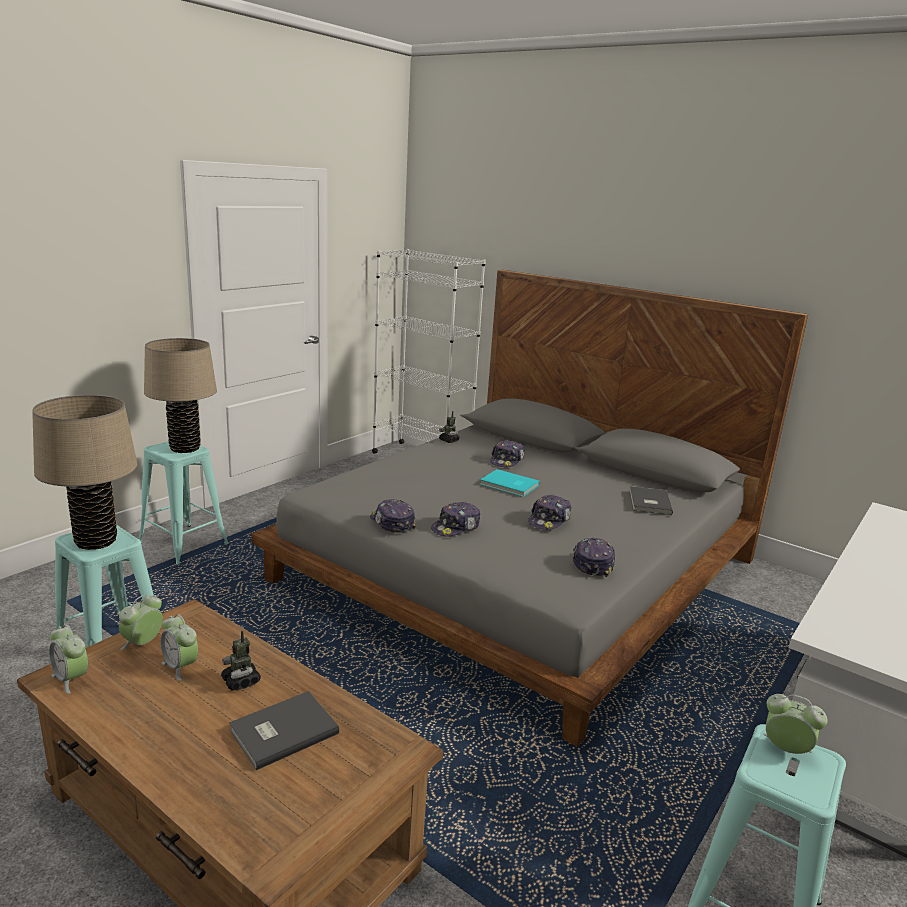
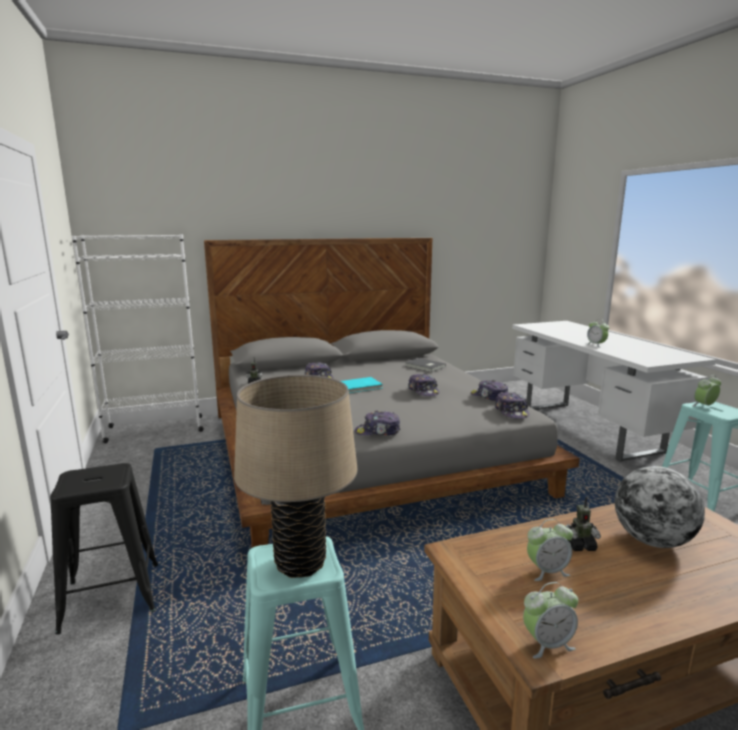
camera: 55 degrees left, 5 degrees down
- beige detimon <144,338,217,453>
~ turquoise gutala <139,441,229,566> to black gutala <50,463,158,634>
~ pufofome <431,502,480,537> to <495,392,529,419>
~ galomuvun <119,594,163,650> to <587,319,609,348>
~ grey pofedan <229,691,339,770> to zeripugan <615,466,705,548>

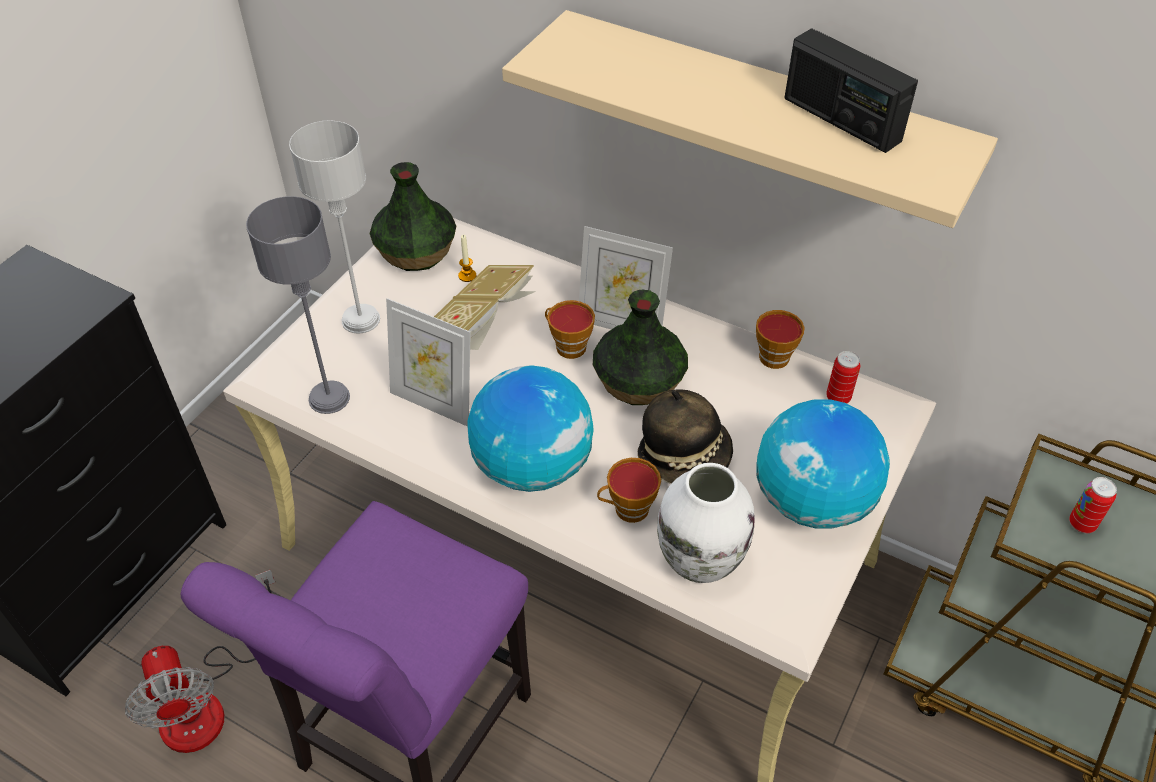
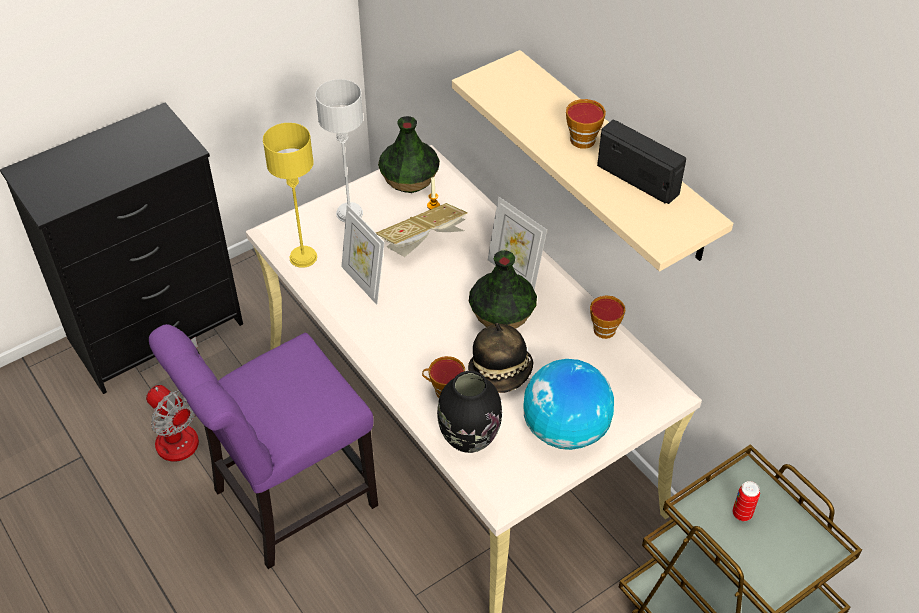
camera: 25 degrees right, 0 degrees up
~ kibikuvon <784,29,918,153> = <597,119,686,204> 150 degrees clockwise
~ grey detimon <246,196,350,414> to yellow detimon <263,123,317,268>
~ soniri <545,300,595,359> to <566,99,606,149>
- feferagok <826,351,860,404>
- zeripugan <468,365,594,492>
~ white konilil <657,463,754,583> to black konilil <437,371,502,453>
~ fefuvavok <125,569,275,753> = <146,337,200,462> 45 degrees counterclockwise

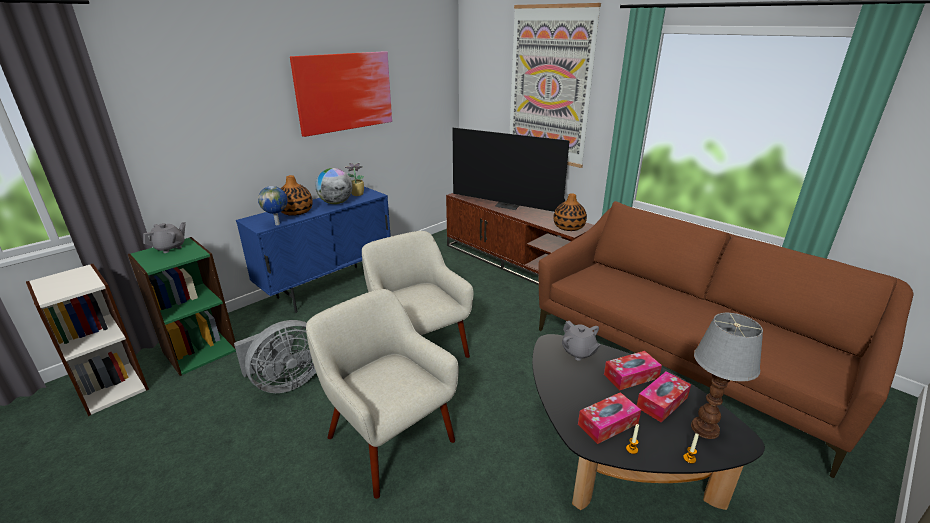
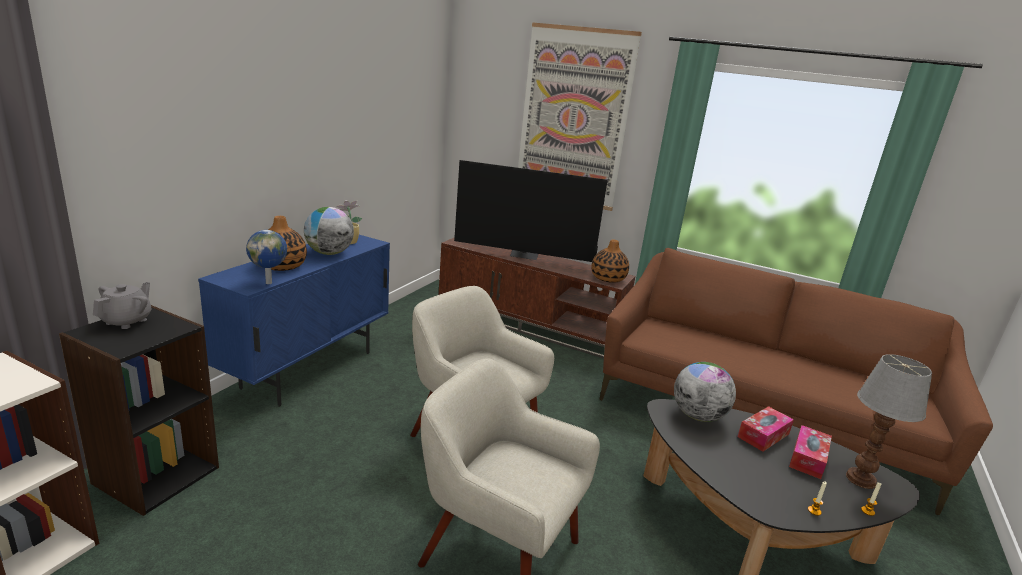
camera: 20 degrees left, 5 degrees down
- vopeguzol <290,51,392,137>
~ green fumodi <128,237,236,376> to black fumodi <59,305,219,516>
- grey fefuvavok <234,320,316,393>
~ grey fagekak <562,321,600,361> to zeripugan <674,362,736,422>
- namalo <578,392,641,444>

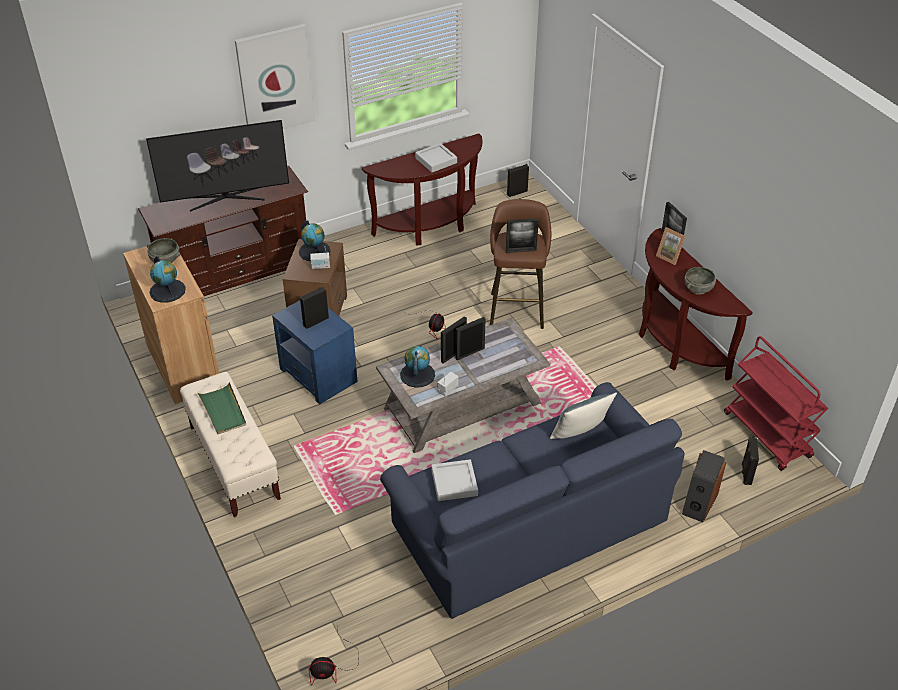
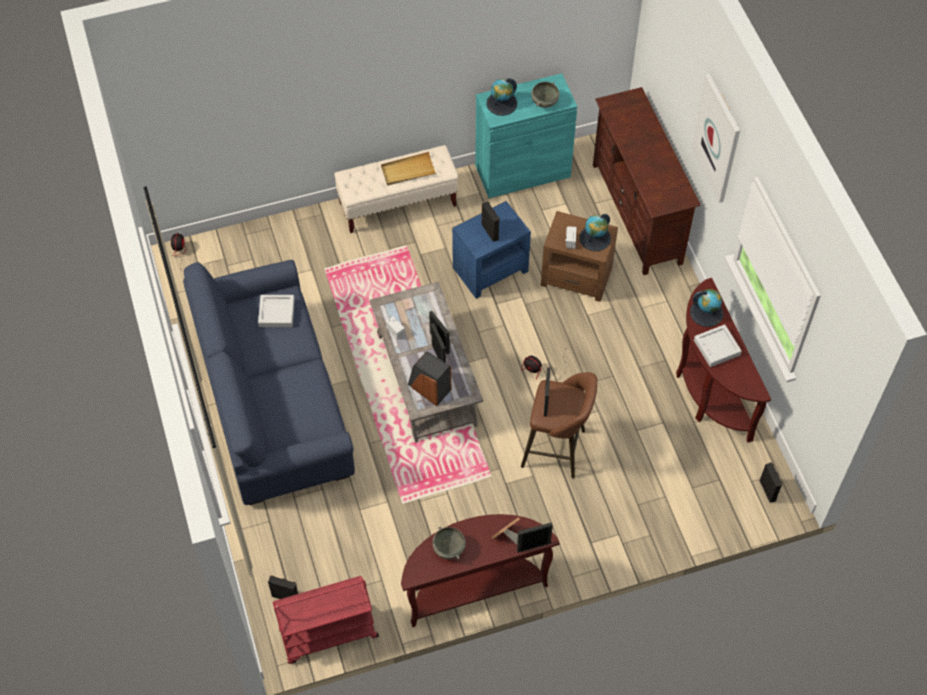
camera: 100 degrees right, 15 degrees up
- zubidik <146,120,289,211>
~ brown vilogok <123,246,219,404> to turquoise vilogok <475,73,577,198>
~ zeripugan <400,346,435,388> to <690,289,723,327>
~ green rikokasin <197,382,246,434> to beige rikokasin <381,152,436,185>
- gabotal <550,392,617,439>
~ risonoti <682,450,726,522> to <408,352,452,406>

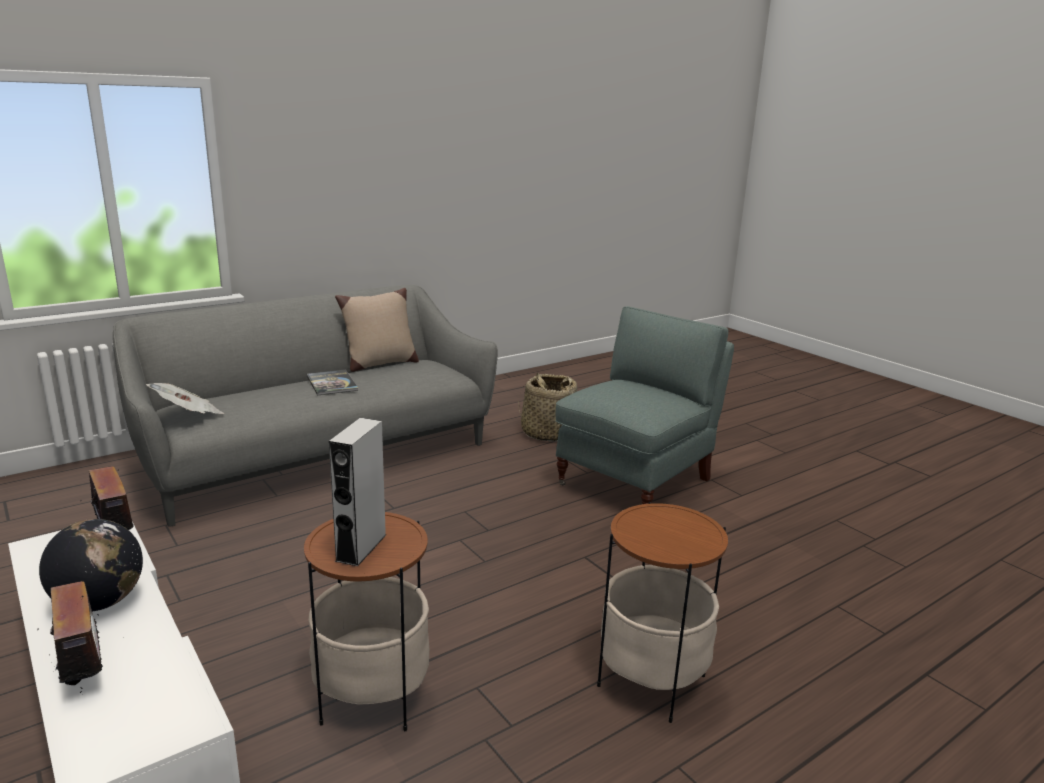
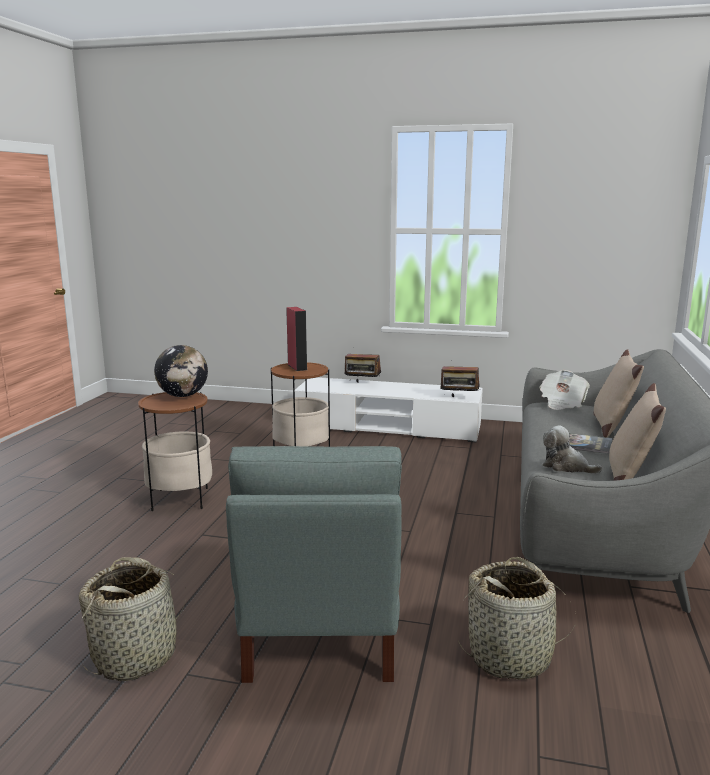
camera: 140 degrees right, 5 degrees down
~ grey risonoti <329,418,386,566> to red risonoti <286,307,307,371>
~ zeripugan <39,519,143,611> to <154,345,208,397>
+ beige gabotal <594,349,644,438>
+ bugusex <542,425,603,474>
+ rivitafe <79,557,186,681>

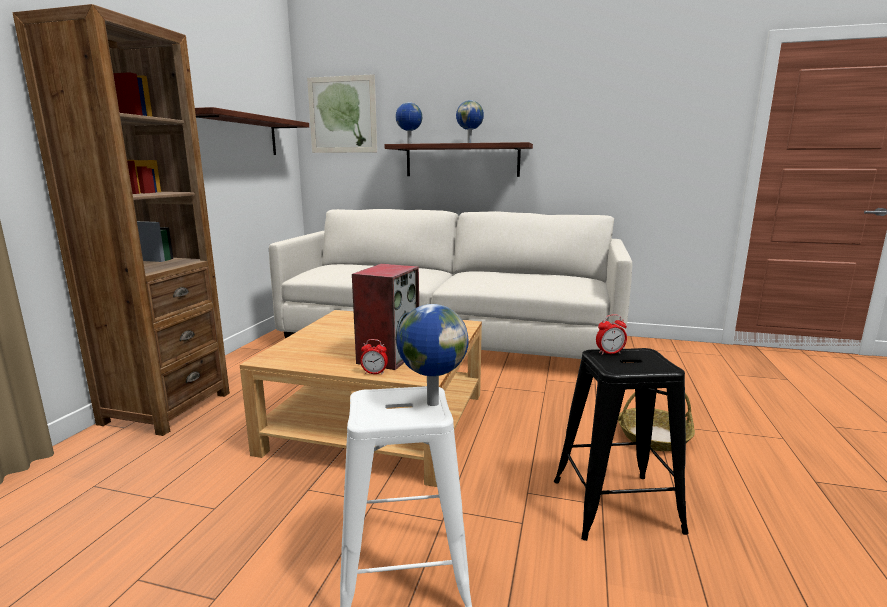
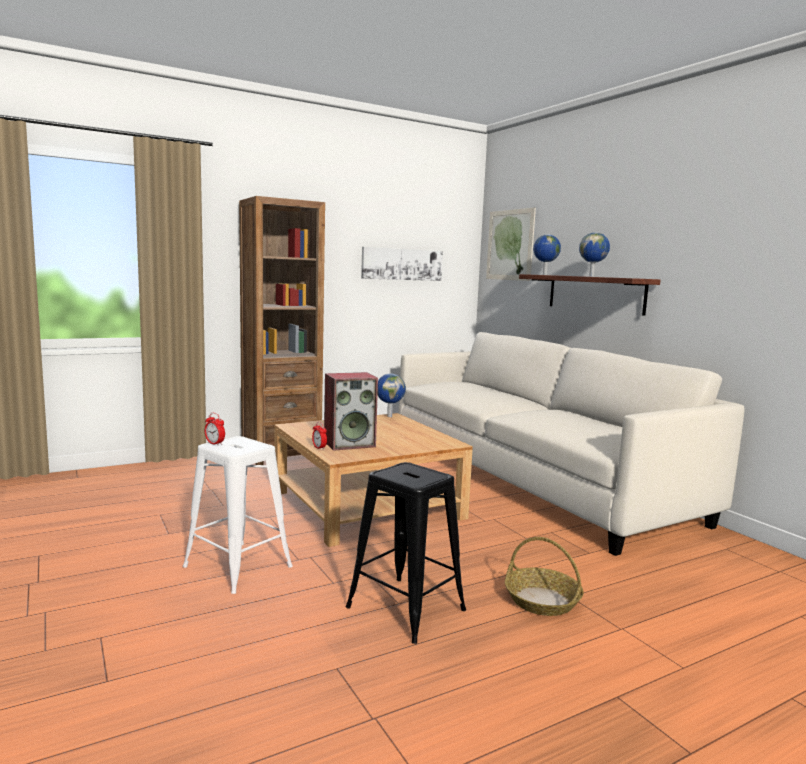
camera: 45 degrees right, 5 degrees down
~ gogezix <195,107,309,155> to vopeguzol <361,247,443,281>
~ zeripugan <397,304,469,406> to <378,373,406,417>
~ galomuvun <596,315,627,355> to <205,413,225,446>

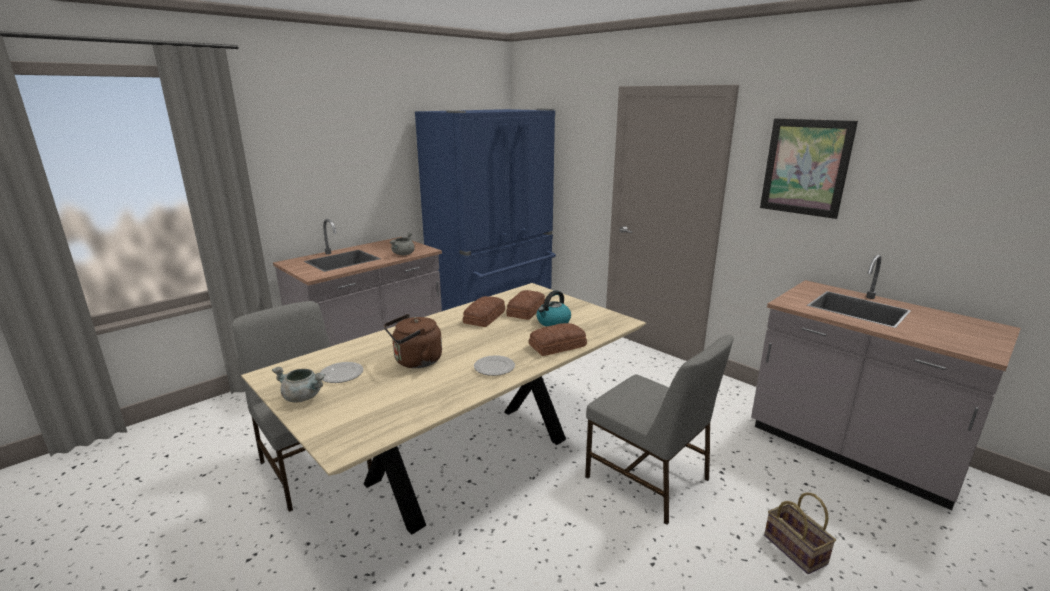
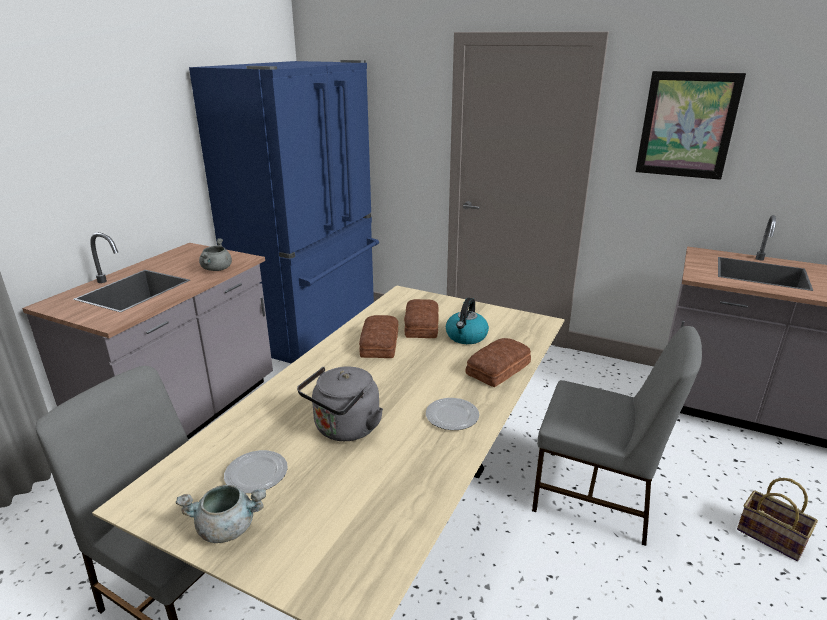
camera: 20 degrees left, 5 degrees up
~ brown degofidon <384,314,442,368> to grey degofidon <297,366,383,441>

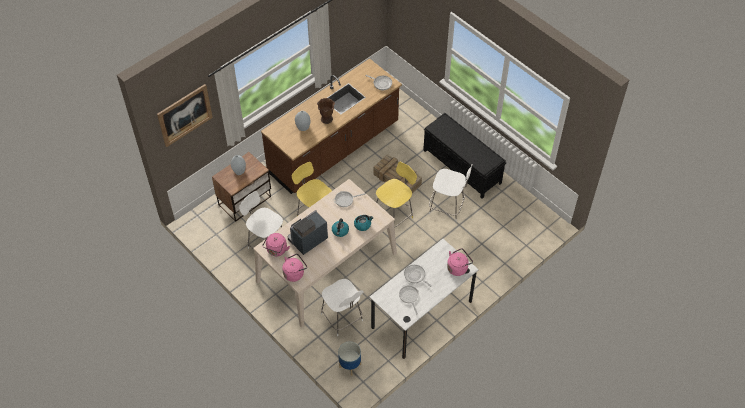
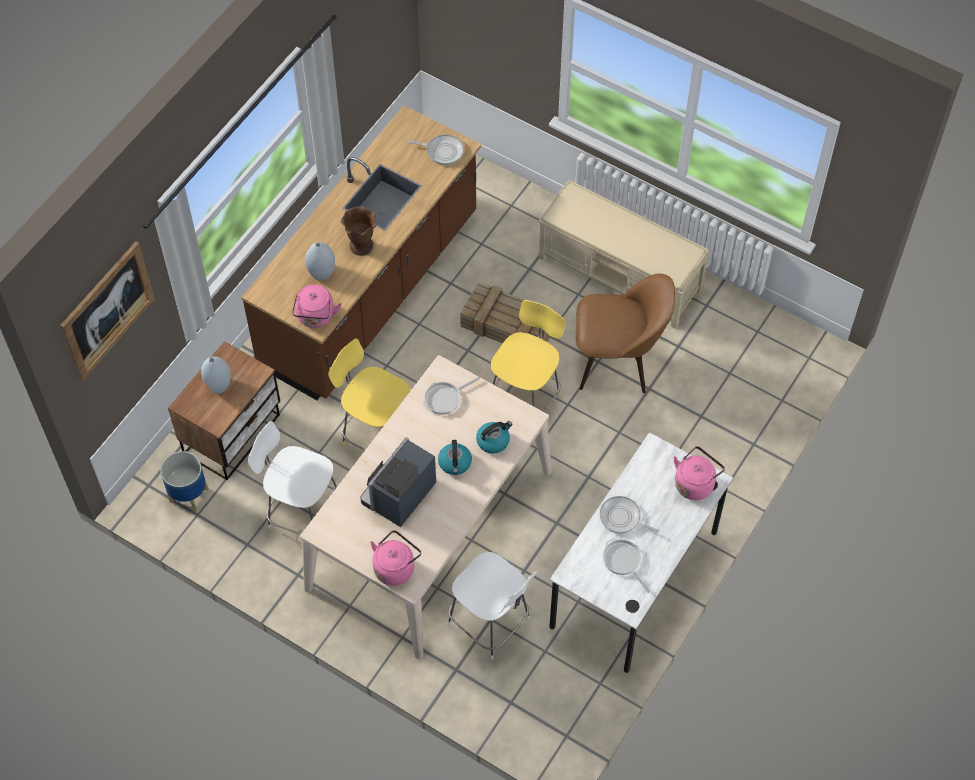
camera: 15 degrees left, 5 degrees up
~ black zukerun <423,113,506,199> to beige zukerun <538,180,710,329>
~ white gutala <429,164,473,221> to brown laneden <576,273,675,393>
~ pink degofidon <262,233,290,256> to <292,285,341,328>
~ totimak <338,341,361,376> to <161,451,208,512>

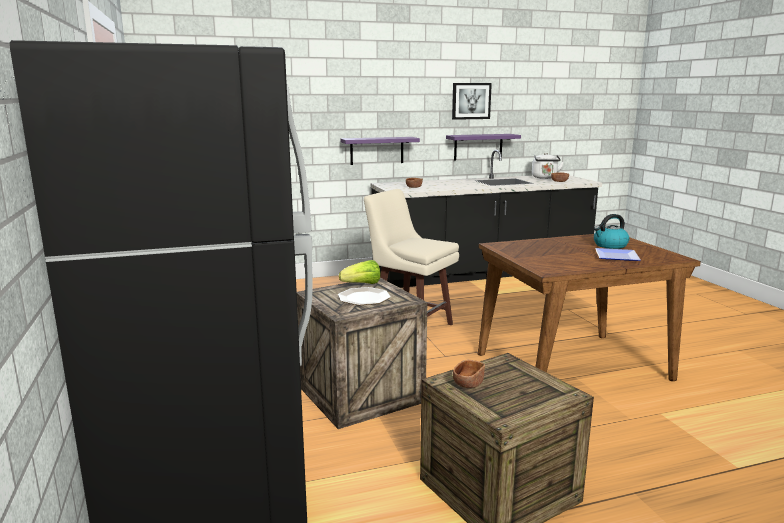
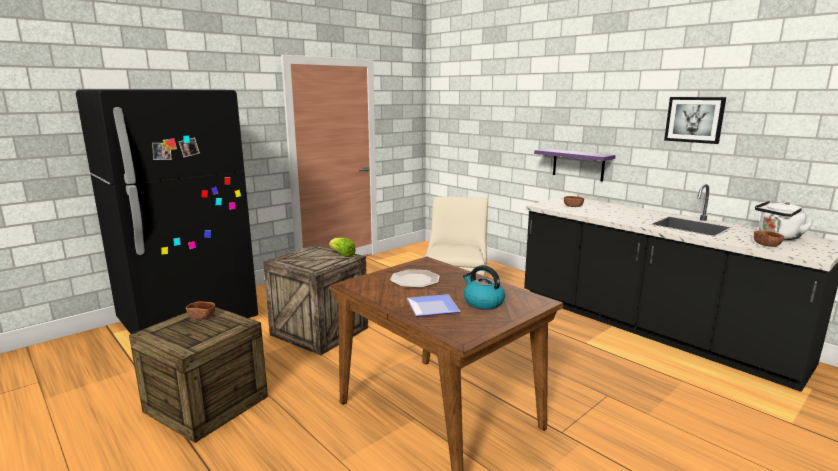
camera: 65 degrees right, 0 degrees up
- purple gogezix <446,134,521,160>
~ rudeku <338,287,391,305> to <390,269,439,288>

